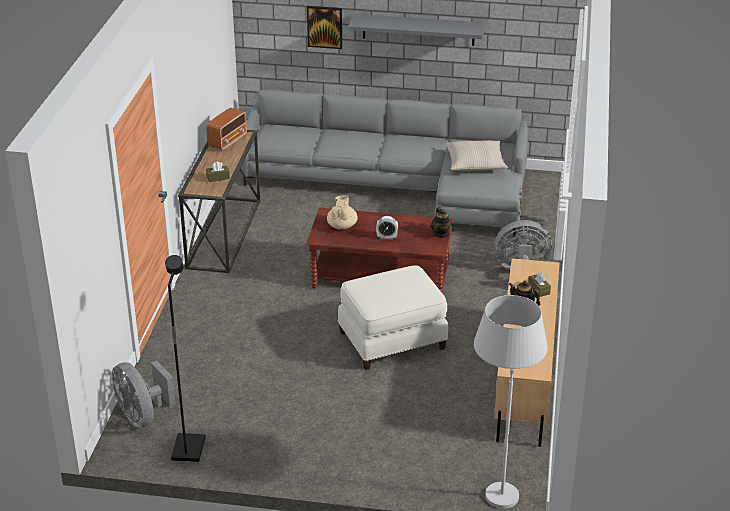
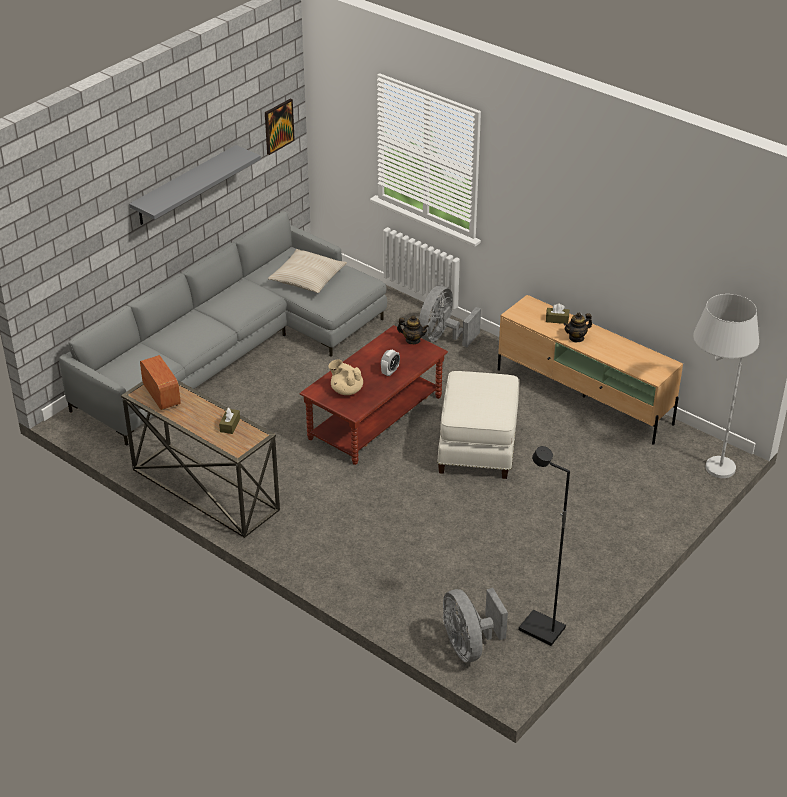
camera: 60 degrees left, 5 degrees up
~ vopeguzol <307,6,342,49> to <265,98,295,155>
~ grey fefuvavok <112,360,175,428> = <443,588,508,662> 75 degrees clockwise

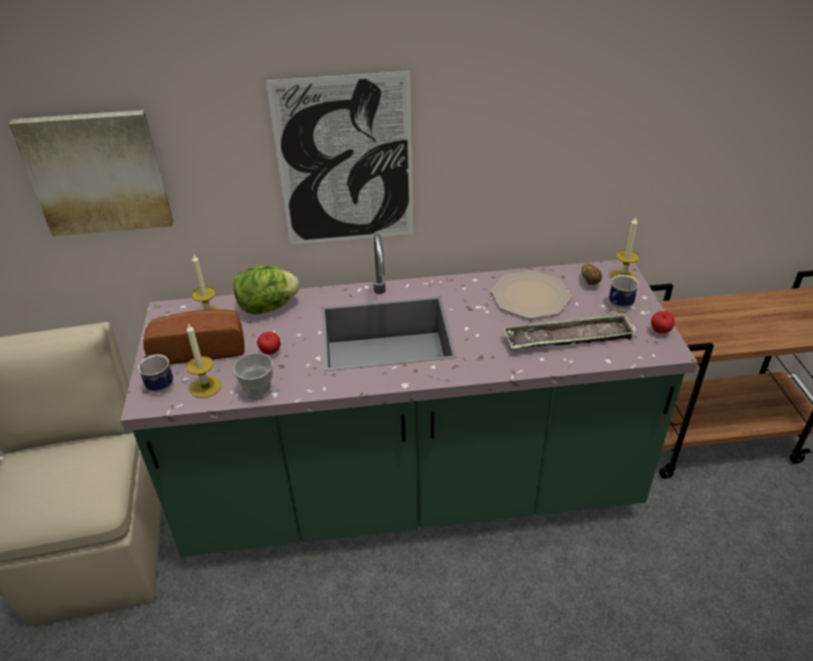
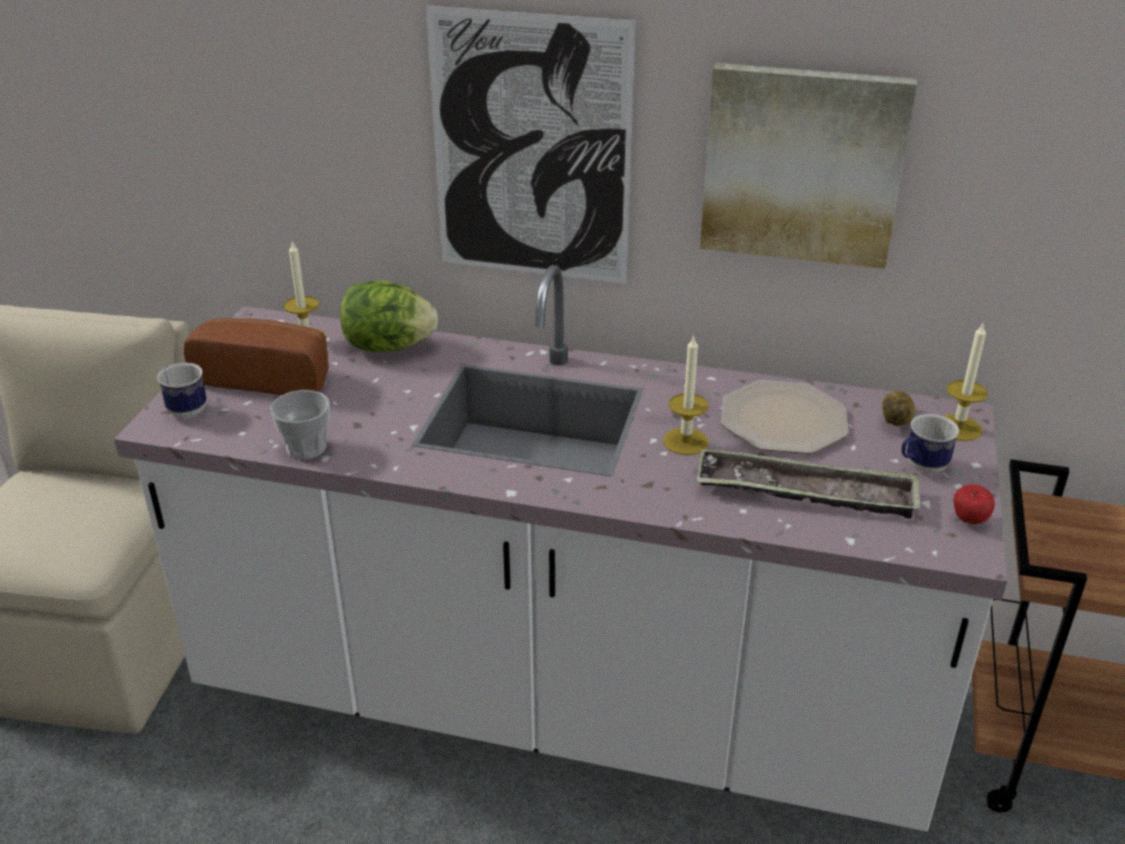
camera: 20 degrees right, 5 degrees down
~ vopeguzol <9,110,173,236> to <700,63,917,269>
~ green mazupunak <121,233,698,557> to white mazupunak <114,265,1007,831>
~ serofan <186,323,221,398> to <663,335,709,455>
- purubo <257,332,281,354>

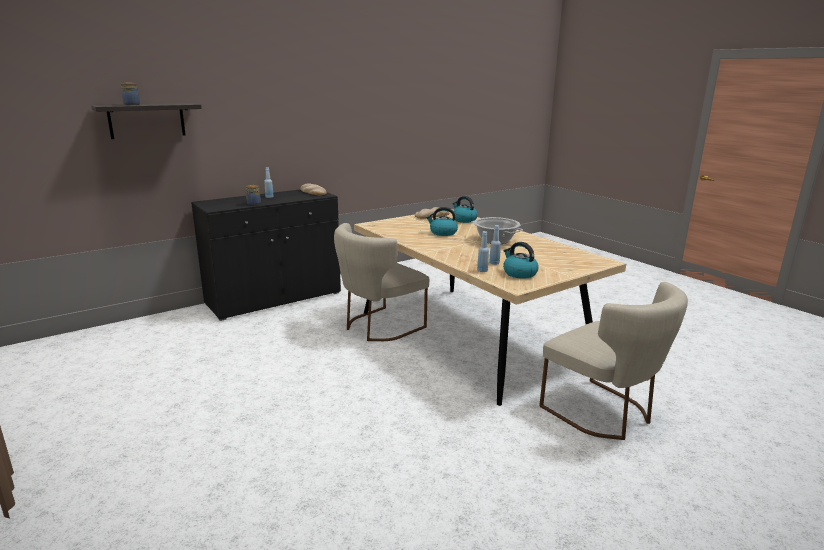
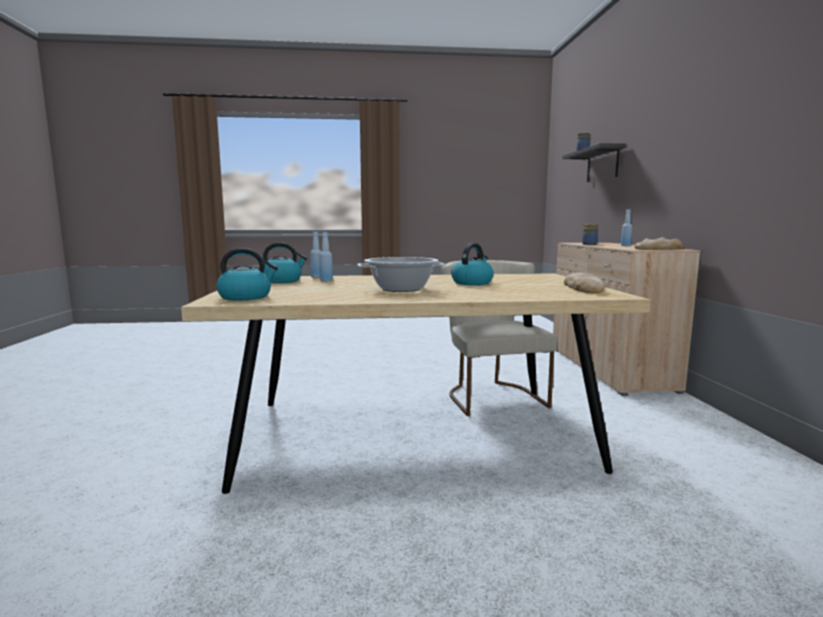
camera: 120 degrees right, 10 degrees down
~ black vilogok <191,190,341,321> to beige vilogok <553,243,701,396>
~ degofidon <453,196,478,223> to <216,248,278,301>
- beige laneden <539,282,688,440>

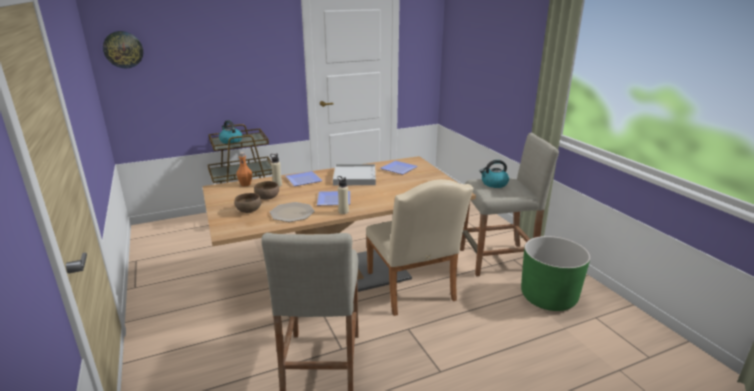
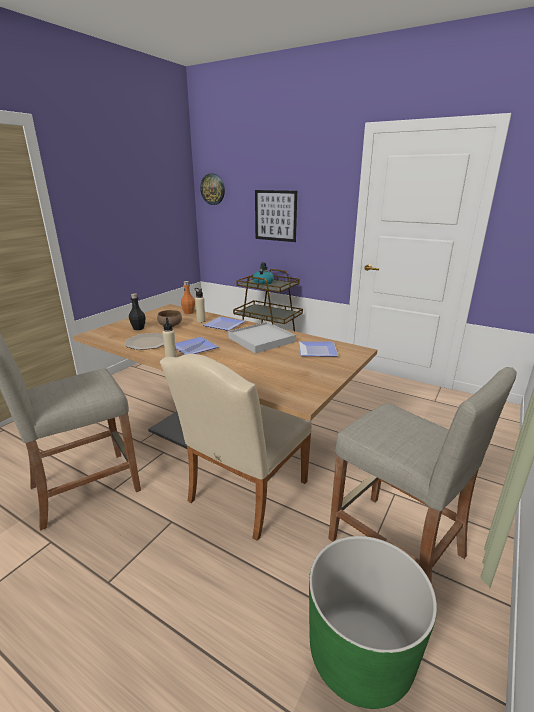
camera: 55 degrees right, 0 degrees up
- degofidon <480,160,509,188>
~ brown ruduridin <234,193,261,213> to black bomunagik <129,293,145,330>
+ vopeguzol <255,190,297,242>

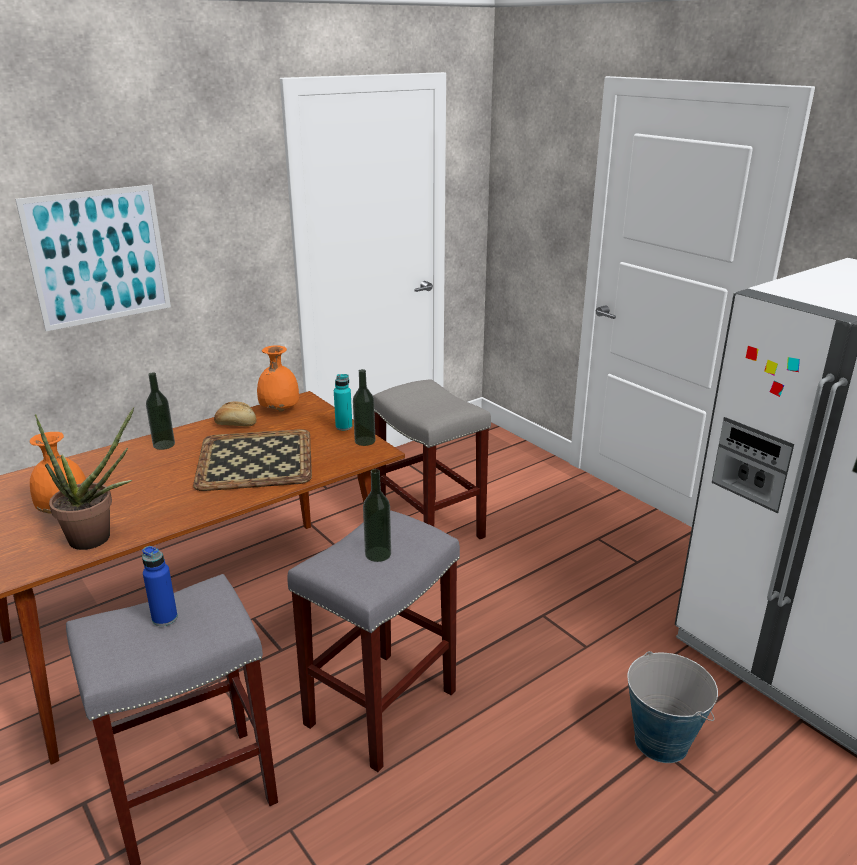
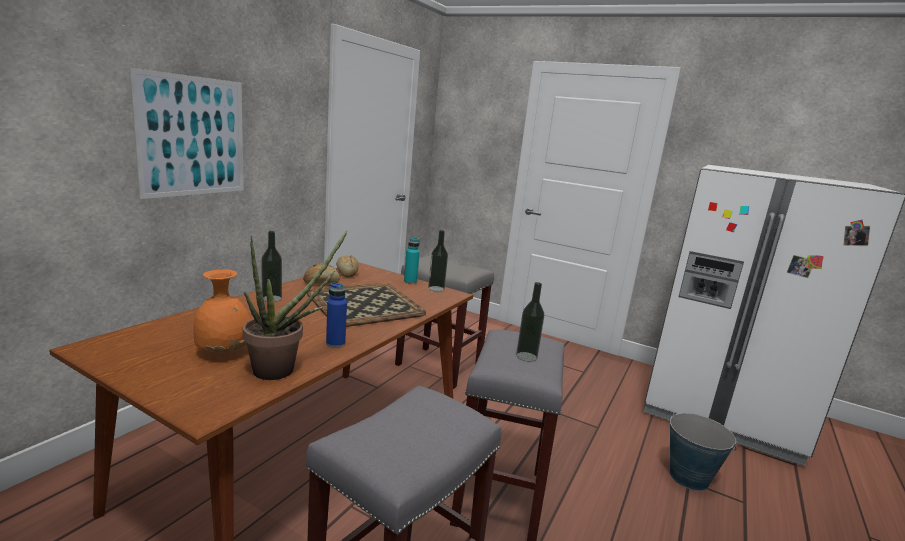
camera: 25 degrees left, 10 degrees down
~ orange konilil <257,345,299,412> to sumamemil <336,256,359,277>
~ blue bomunagik <142,546,178,626> to <326,282,347,348>

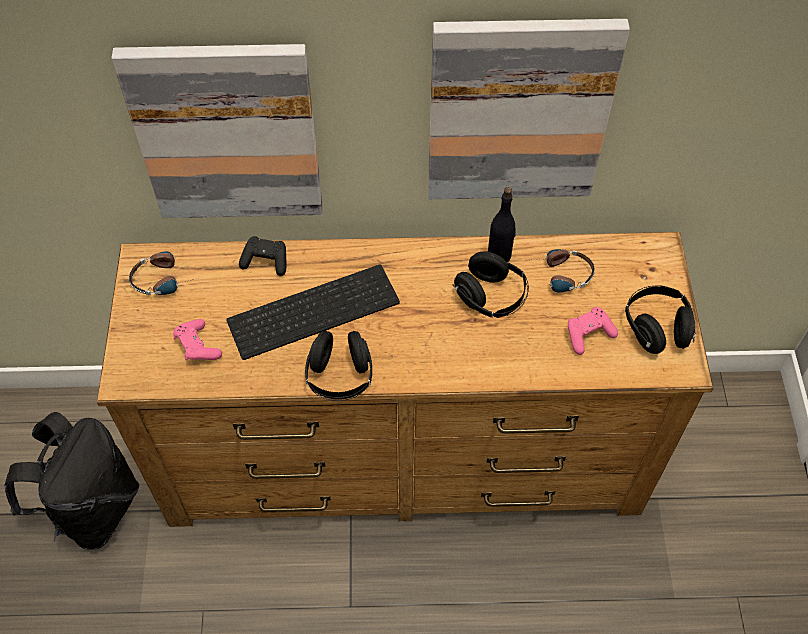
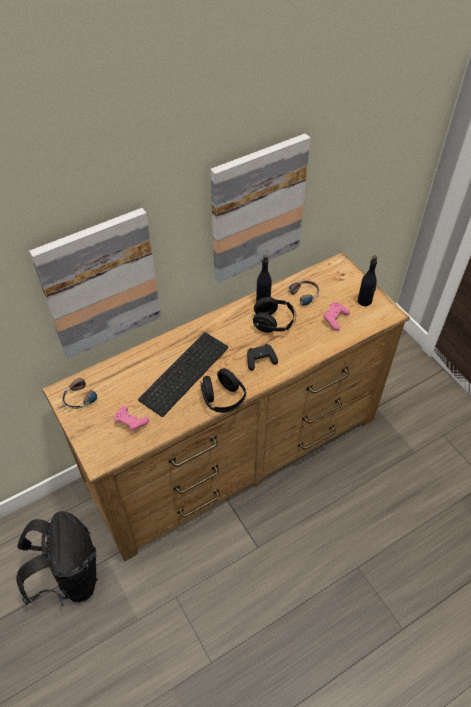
camera: 30 degrees left, 5 degrees down
~ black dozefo <239,236,286,276> to <247,344,278,371>
~ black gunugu <625,285,695,354> to black bomunagik <358,255,377,306>

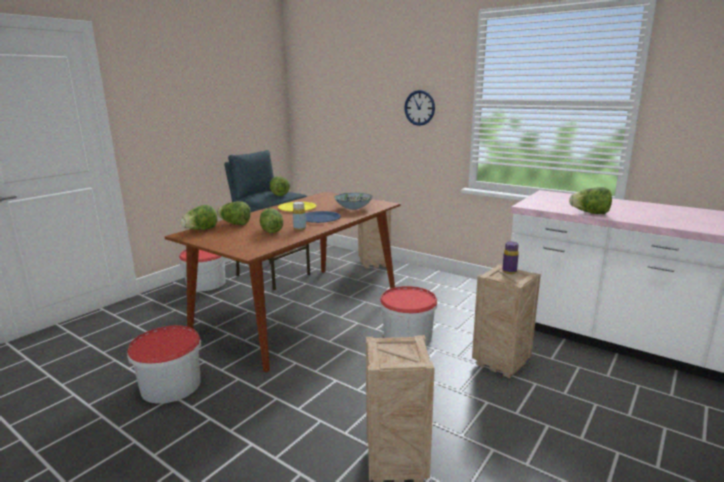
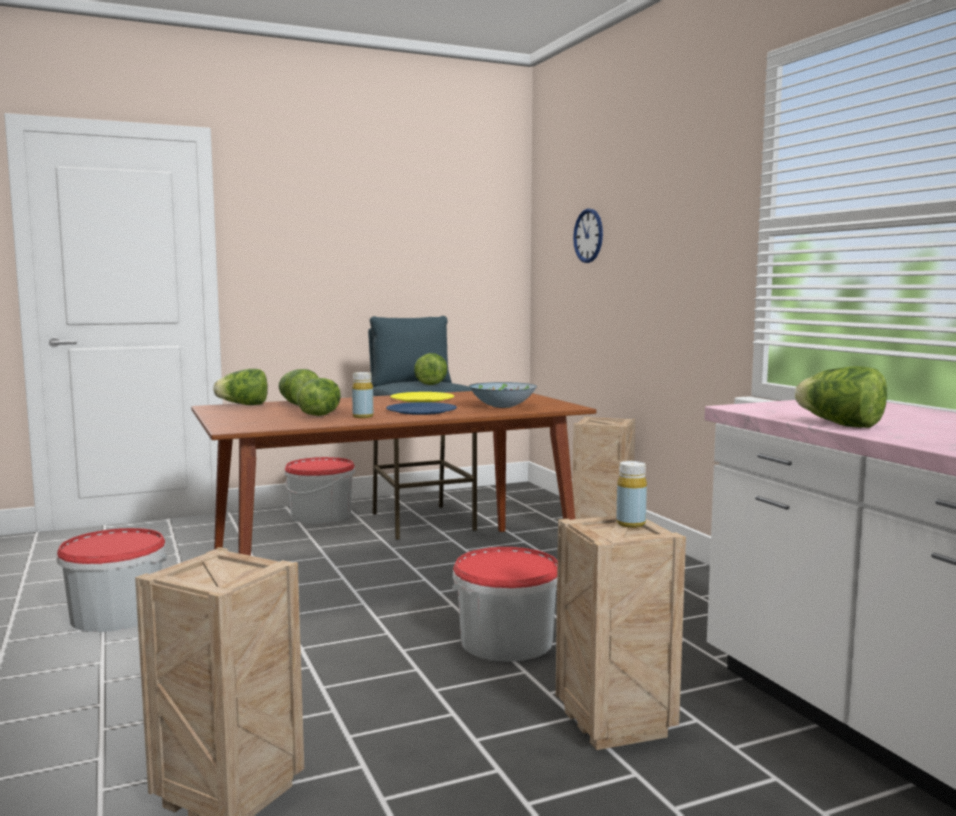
camera: 30 degrees right, 10 degrees down
~ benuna <404,90,435,126> to <573,208,603,263>
~ purple bomunagik <502,242,519,274> to yellow bomunagik <616,461,647,528>

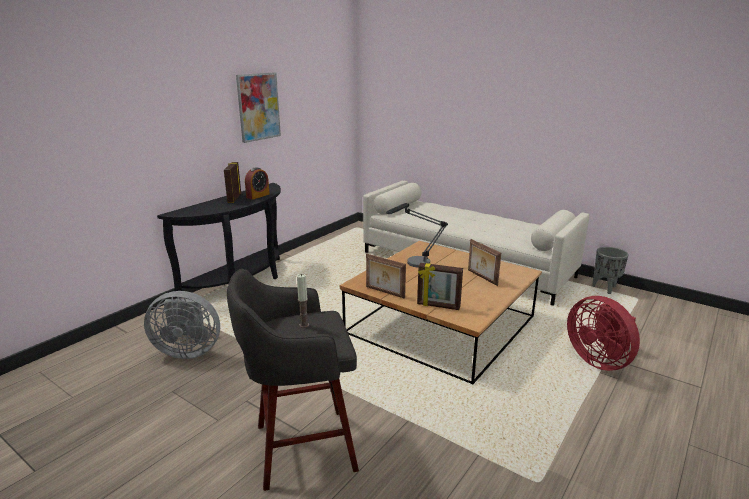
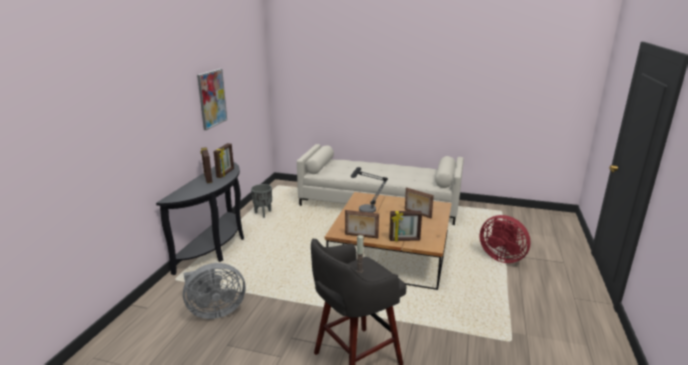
camera: 20 degrees left, 0 degrees up
~ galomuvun <245,167,270,199> to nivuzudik <213,143,234,178>
~ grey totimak <592,247,628,294> to <251,184,272,218>

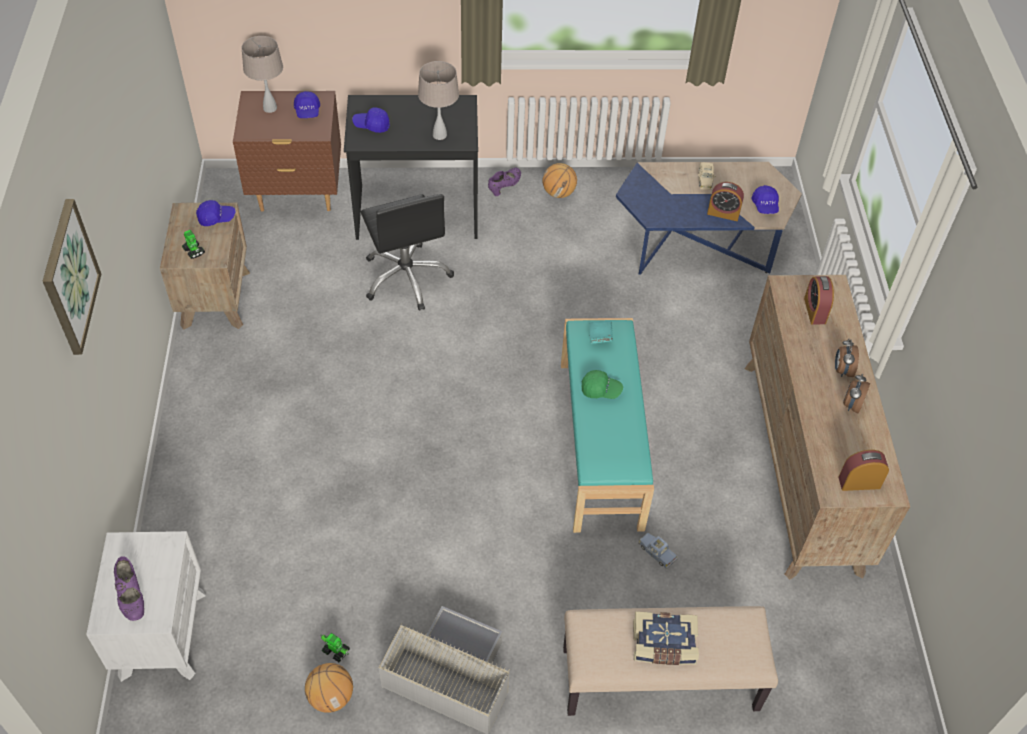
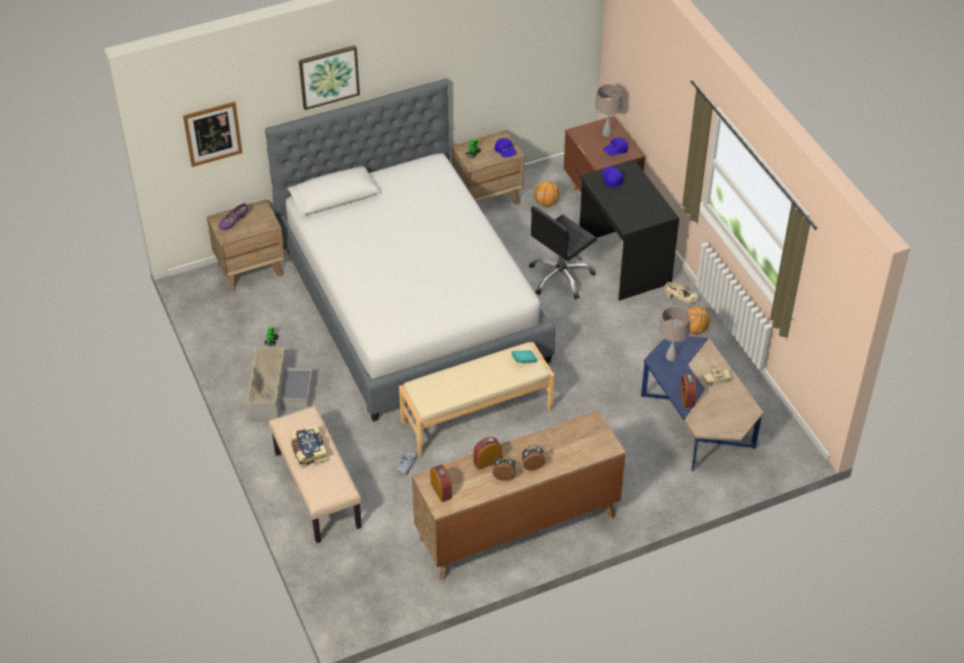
camera: 70 degrees right, 5 degrees down
~ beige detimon <418,61,459,140> to <659,306,690,361>
~ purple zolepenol <488,168,521,196> to beige zolepenol <665,282,699,303>
- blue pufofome <751,185,779,214>
~ galomuvun <804,276,834,325> to <474,437,502,470>
~ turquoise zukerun <561,318,654,533> to beige zukerun <399,342,554,456>
- green pufofome <581,370,623,399>
~ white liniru <86,531,206,682> to brown liniru <207,199,285,291>
~ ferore <305,663,353,713> to <534,181,560,207>
+ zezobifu <265,79,555,422>
+ vopeguzol <183,102,242,167>

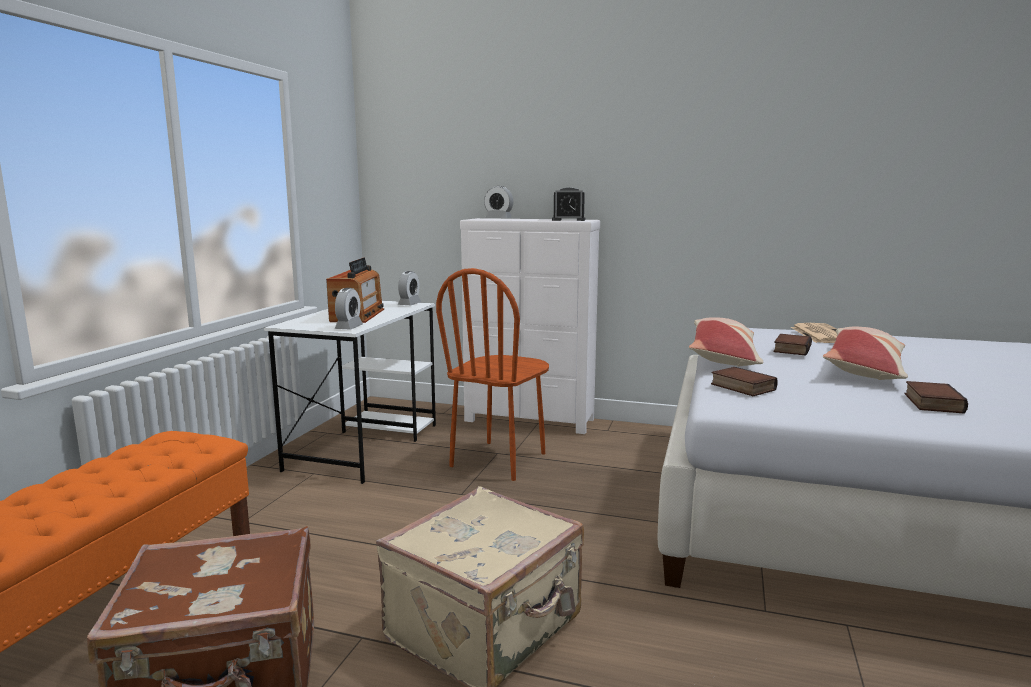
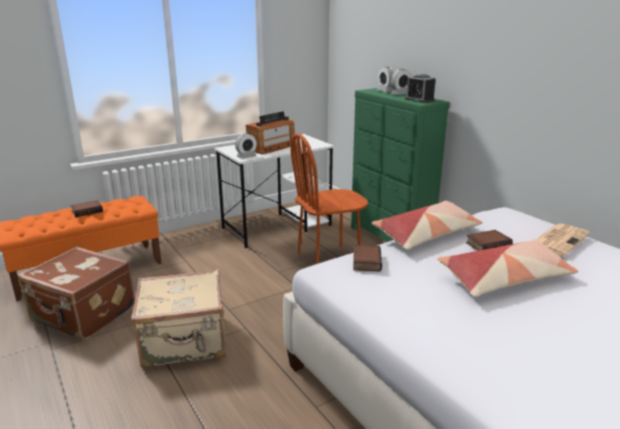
camera: 40 degrees right, 10 degrees up
~ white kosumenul <460,218,600,434> to green kosumenul <351,88,450,242>
~ galomuvun <398,271,421,305> to <391,69,411,95>
~ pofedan <905,381,968,414> to <71,200,103,217>

